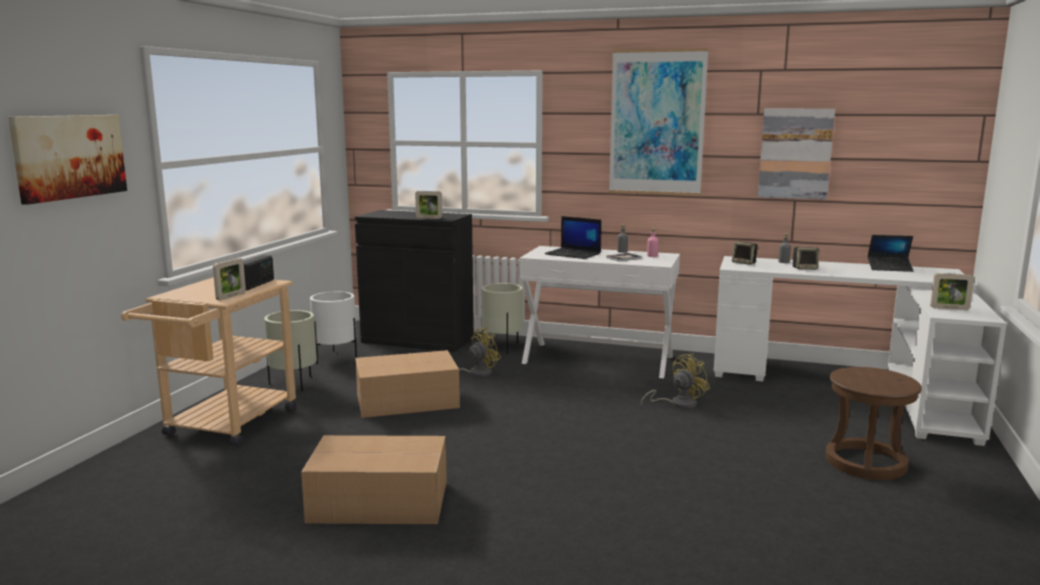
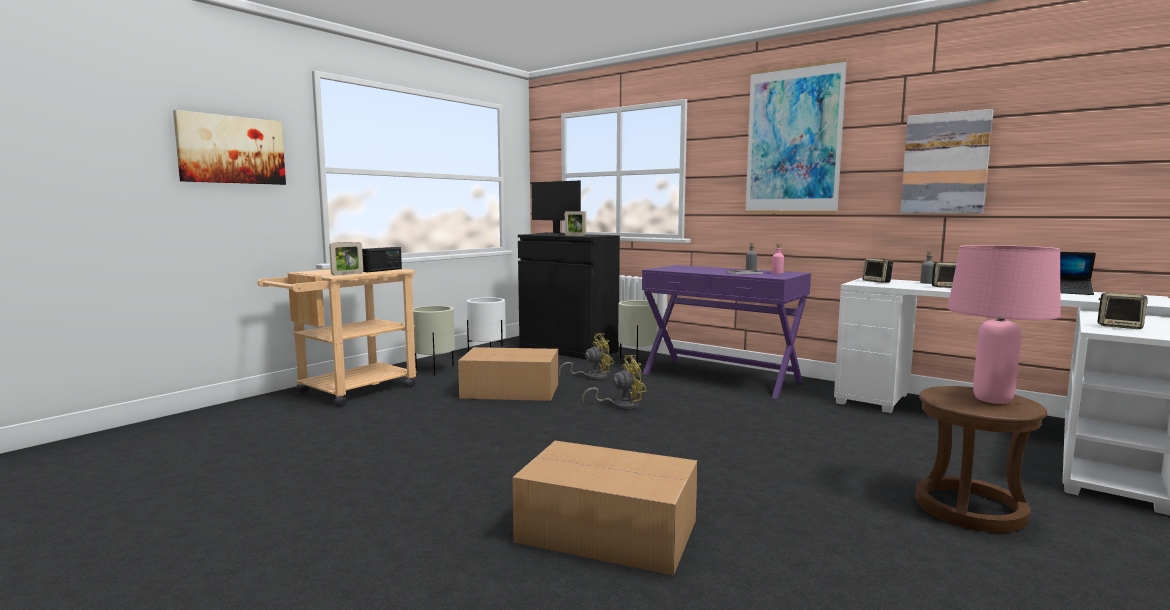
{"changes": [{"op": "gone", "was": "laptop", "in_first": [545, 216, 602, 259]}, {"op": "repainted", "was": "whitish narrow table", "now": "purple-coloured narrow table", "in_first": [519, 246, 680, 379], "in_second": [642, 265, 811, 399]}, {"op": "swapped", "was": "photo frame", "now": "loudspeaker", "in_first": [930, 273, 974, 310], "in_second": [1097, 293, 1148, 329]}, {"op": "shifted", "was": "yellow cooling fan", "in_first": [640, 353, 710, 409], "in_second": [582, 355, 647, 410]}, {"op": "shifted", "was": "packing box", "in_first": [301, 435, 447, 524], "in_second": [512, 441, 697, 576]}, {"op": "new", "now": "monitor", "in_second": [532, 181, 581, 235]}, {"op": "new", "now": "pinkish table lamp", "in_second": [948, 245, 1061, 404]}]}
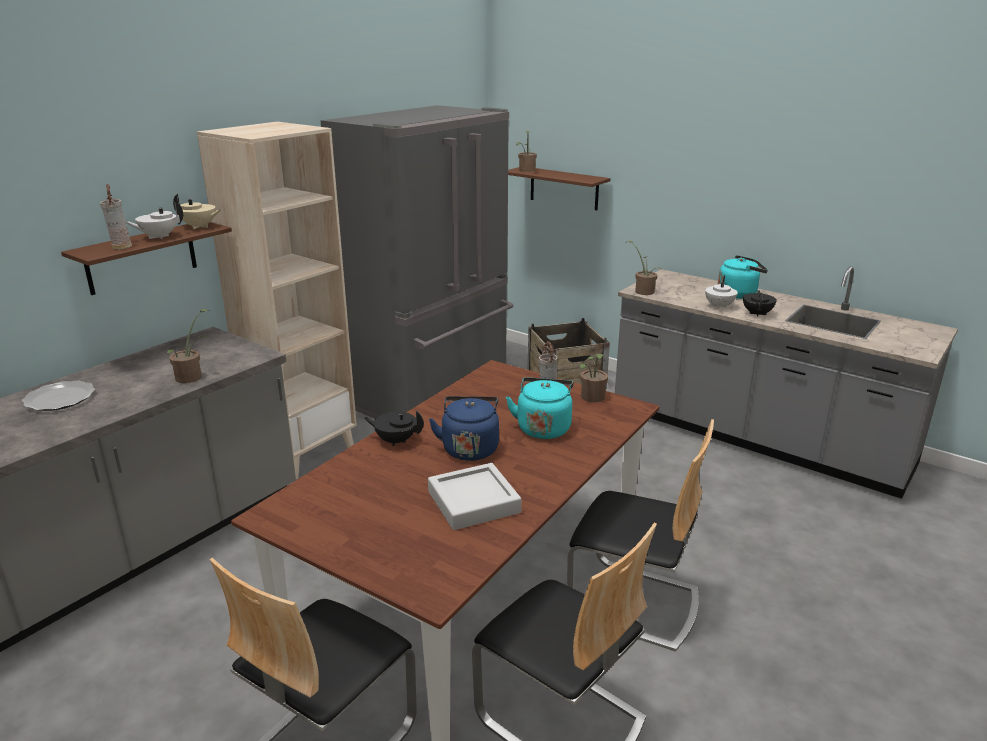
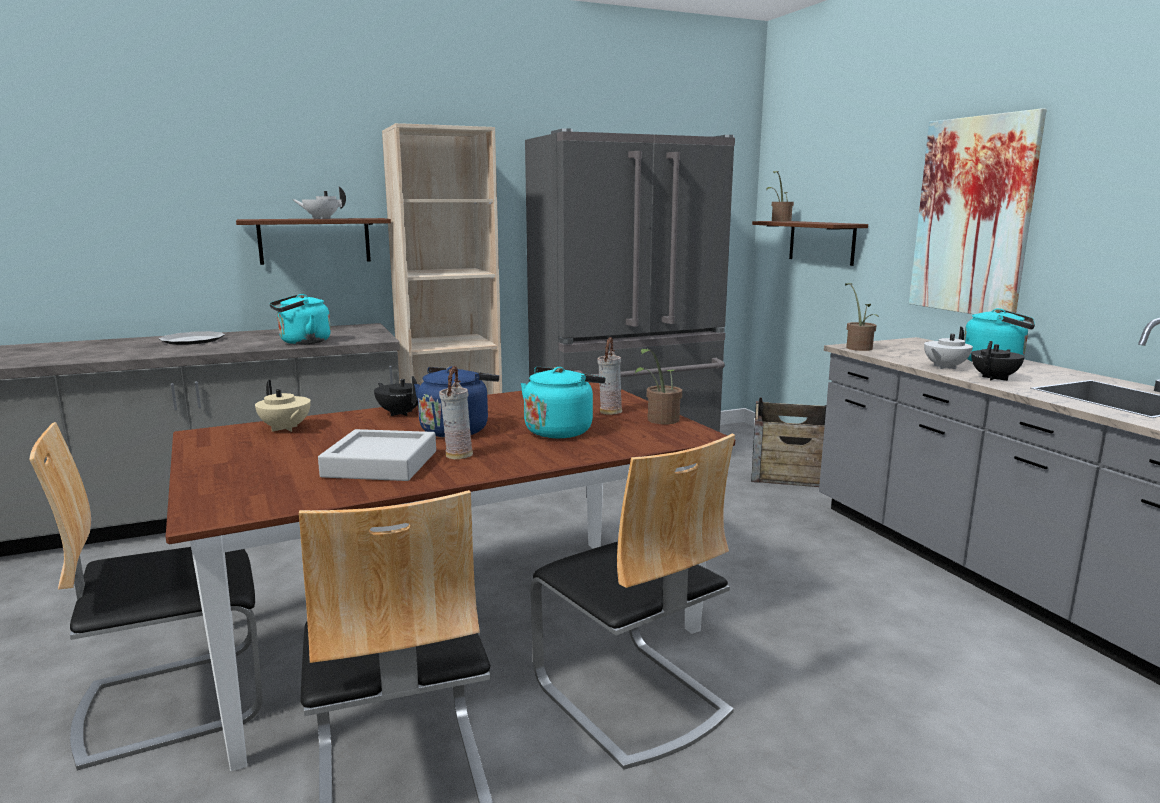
{"changes": [{"op": "shifted", "was": "decorative vase", "in_first": [100, 184, 132, 249], "in_second": [439, 366, 473, 459]}, {"op": "shifted", "was": "beige tea pot", "in_first": [173, 194, 221, 229], "in_second": [255, 380, 311, 432]}, {"op": "swapped", "was": "potted plant", "now": "turquoise-coloured kettle", "in_first": [167, 309, 207, 383], "in_second": [269, 294, 331, 345]}, {"op": "new", "now": "wall picture", "in_second": [909, 108, 1047, 314]}]}
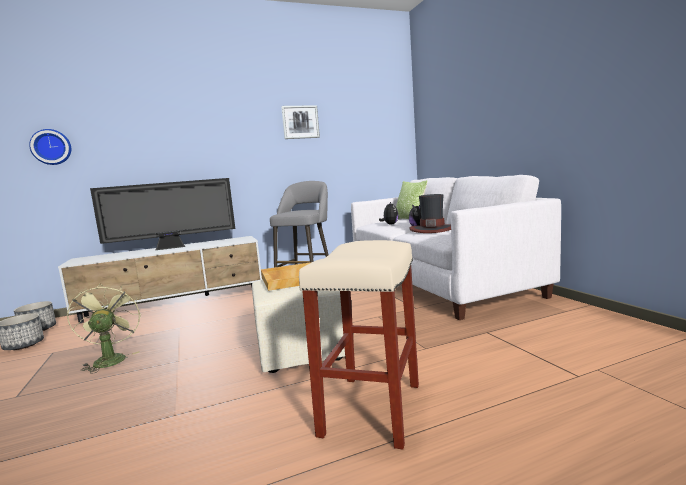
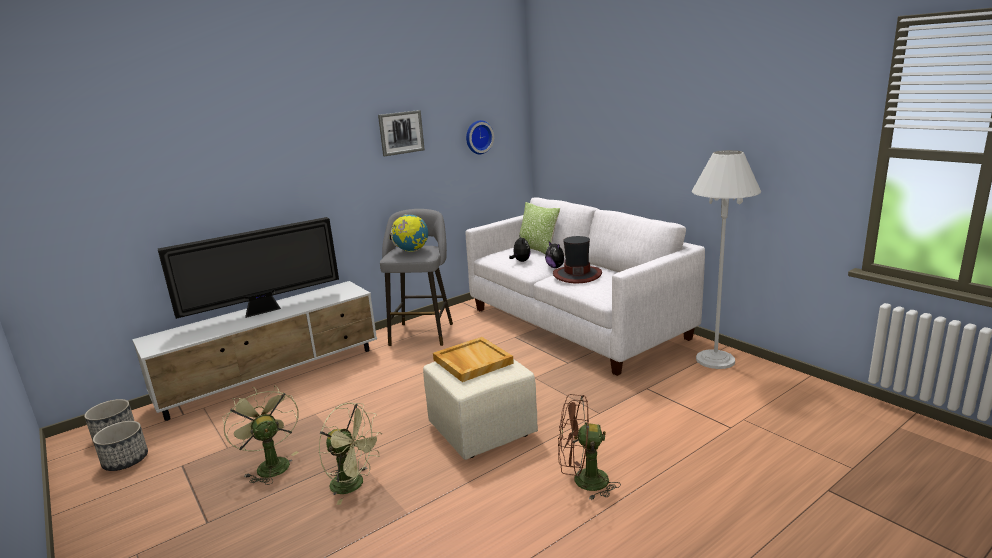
{"changes": [{"op": "shifted", "was": "clock on the wall", "in_first": [29, 129, 71, 165], "in_second": [466, 120, 494, 154]}, {"op": "swapped", "was": "beige stool seat", "now": "brownish cooling fan", "in_first": [299, 240, 419, 449], "in_second": [558, 394, 621, 500]}, {"op": "new", "now": "whitish standard lamp", "in_second": [692, 150, 761, 369]}, {"op": "new", "now": "world globe", "in_second": [389, 214, 428, 252]}, {"op": "new", "now": "green cooling fan", "in_second": [319, 403, 382, 505]}]}
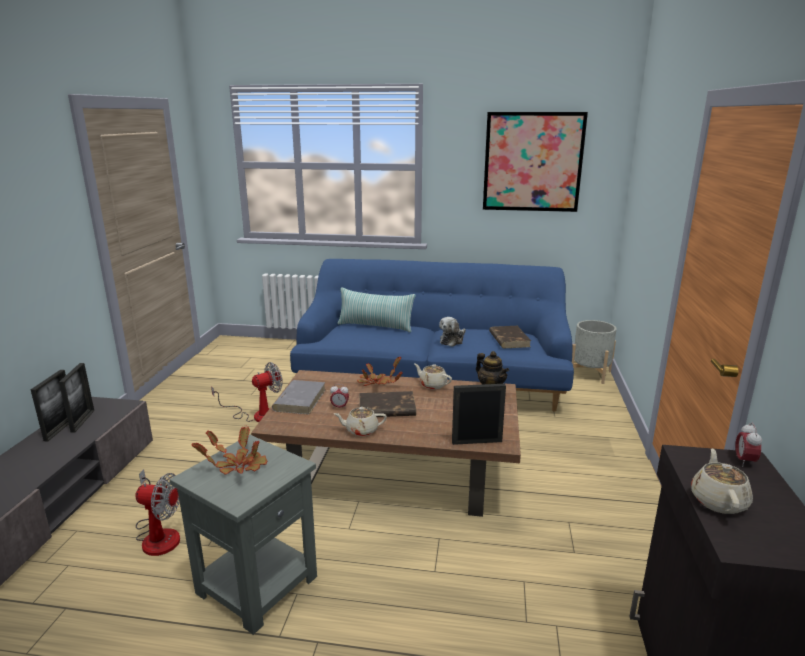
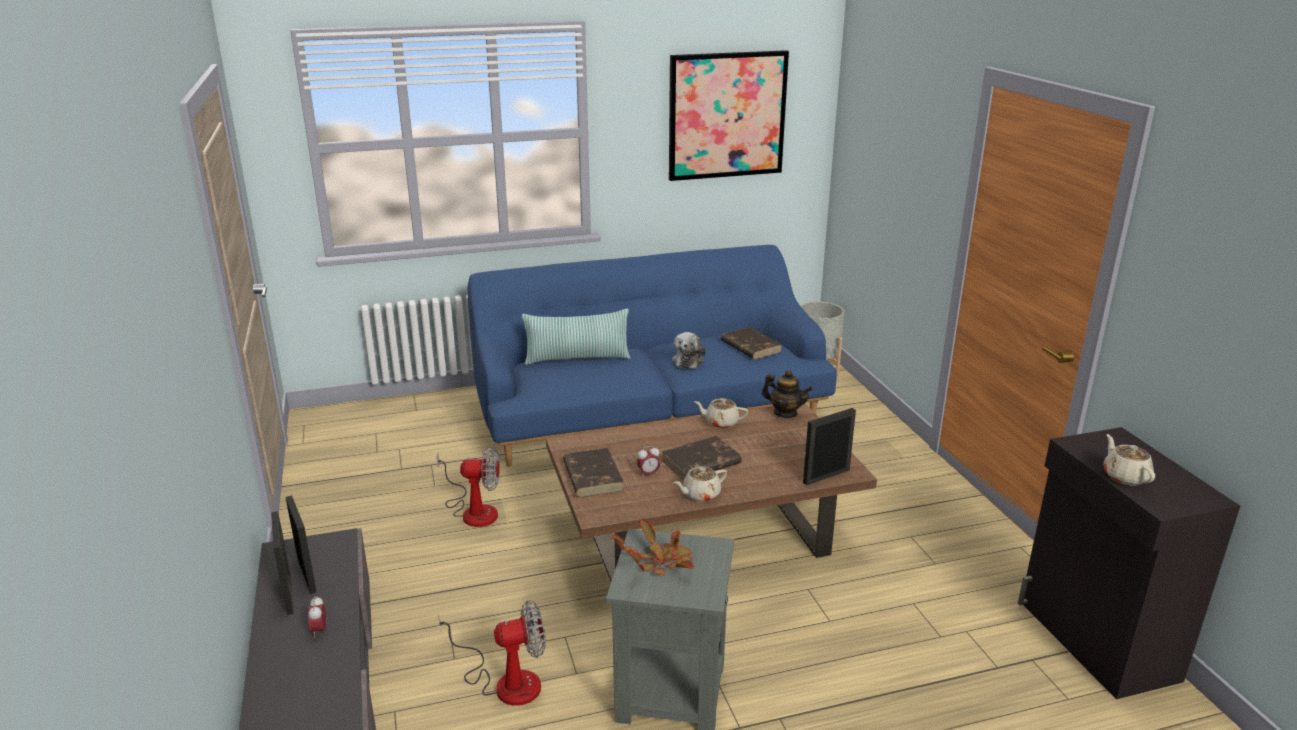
{"changes": [{"op": "gone", "was": "potted plant", "in_first": [357, 357, 403, 386]}, {"op": "rotated", "was": "cooling fan", "in_first": [211, 362, 283, 422], "in_second": [436, 447, 500, 527], "clockwise": 60}, {"op": "repainted", "was": "greyish volume", "now": "brownish volume", "in_first": [272, 380, 326, 415], "in_second": [563, 448, 624, 497]}, {"op": "shifted", "was": "alarm clock", "in_first": [735, 423, 762, 467], "in_second": [308, 597, 326, 638]}]}
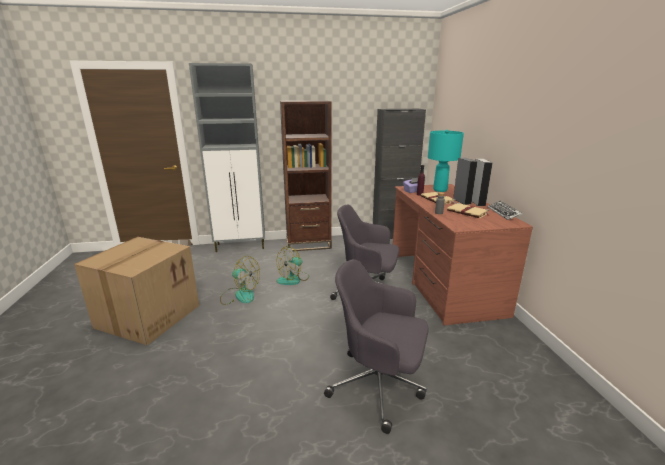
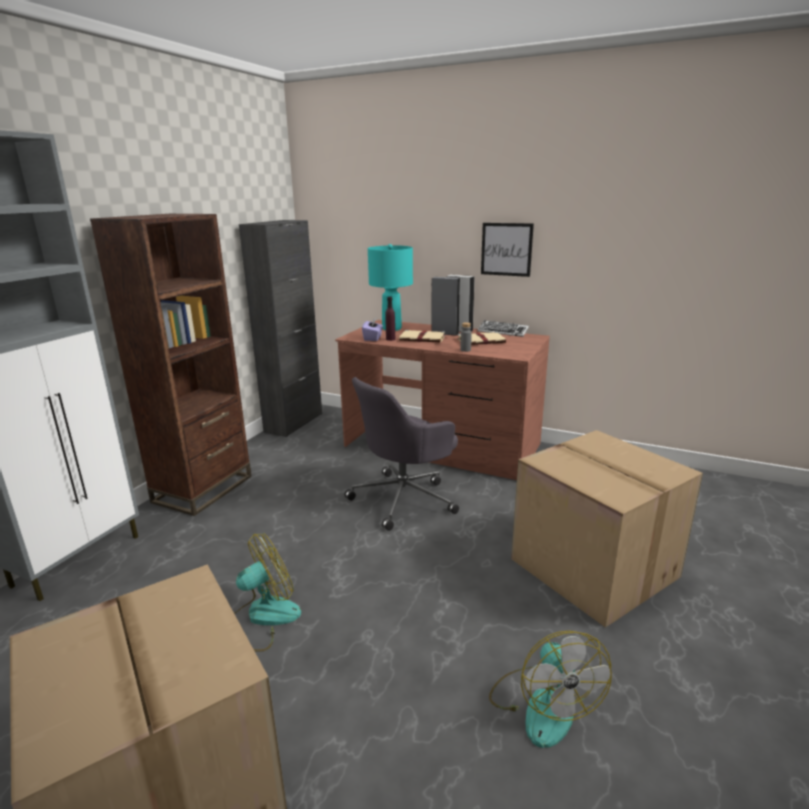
{"changes": [{"op": "shifted", "was": "cooling fan", "in_first": [276, 246, 310, 285], "in_second": [489, 631, 612, 748]}, {"op": "swapped", "was": "greyish computer chair", "now": "packing box", "in_first": [324, 259, 428, 434], "in_second": [511, 430, 703, 628]}, {"op": "new", "now": "wall picture", "in_second": [481, 223, 534, 277]}]}
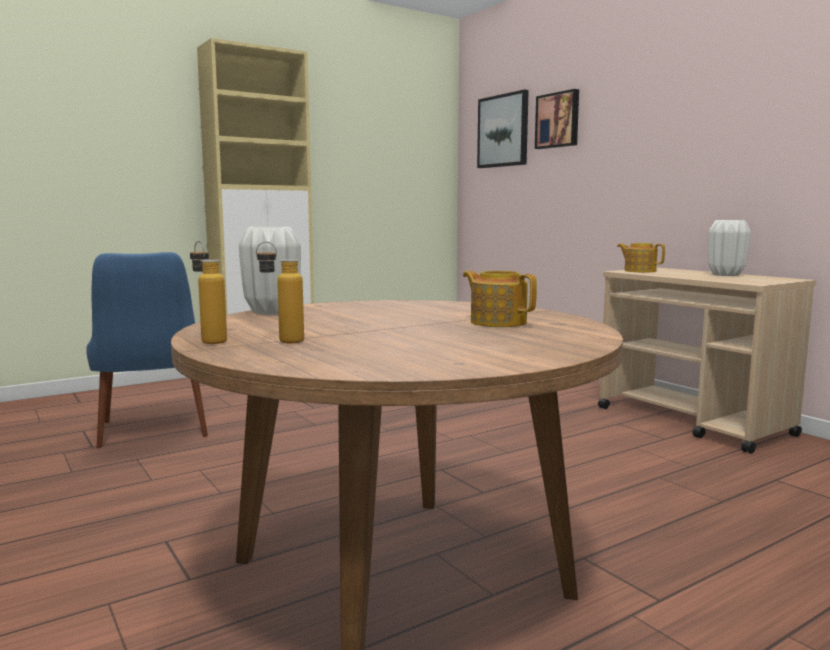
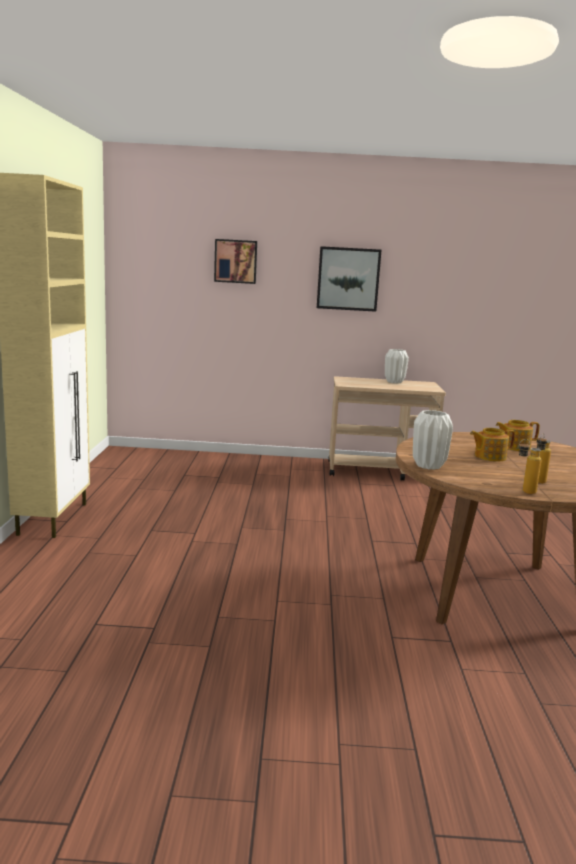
{"changes": [{"op": "shifted", "was": "wall picture", "in_first": [477, 89, 529, 168], "in_second": [317, 246, 382, 312]}, {"op": "shifted", "was": "tea pot", "in_first": [617, 243, 665, 273], "in_second": [470, 428, 515, 462]}, {"op": "gone", "was": "blue-coloured chair", "in_first": [86, 252, 208, 448]}]}
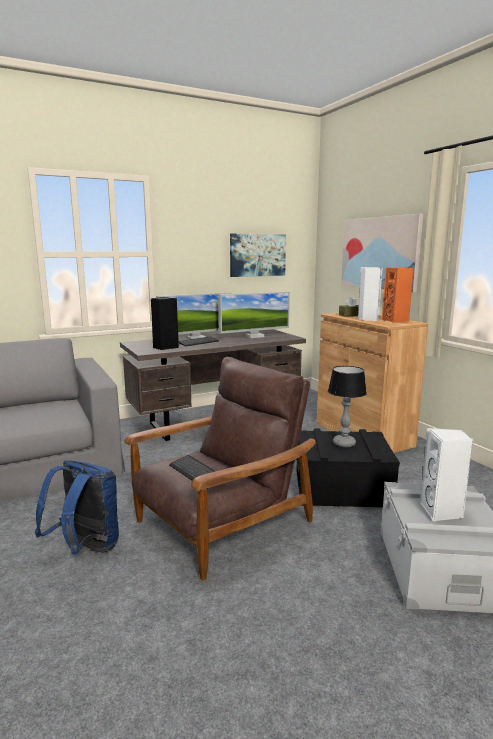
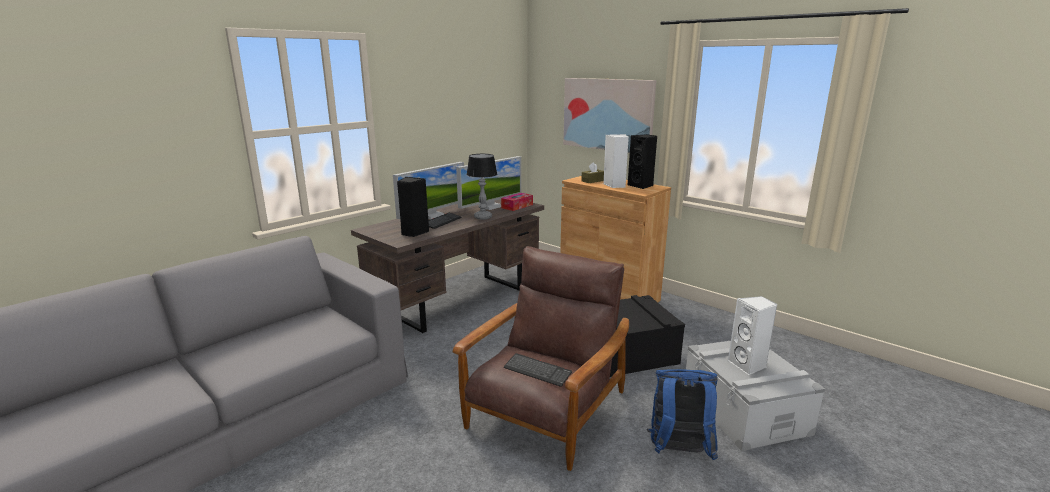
{"changes": [{"op": "gone", "was": "wall picture", "in_first": [230, 234, 286, 277]}, {"op": "repainted", "was": "orangey loudspeaker", "now": "blackish loudspeaker", "in_first": [382, 268, 414, 323], "in_second": [628, 134, 657, 189]}, {"op": "shifted", "was": "table lamp", "in_first": [328, 366, 367, 447], "in_second": [467, 154, 497, 220]}, {"op": "shifted", "was": "blue-coloured backpack", "in_first": [35, 460, 119, 554], "in_second": [647, 369, 718, 460]}, {"op": "new", "now": "tissue holder", "in_second": [501, 193, 533, 211]}]}
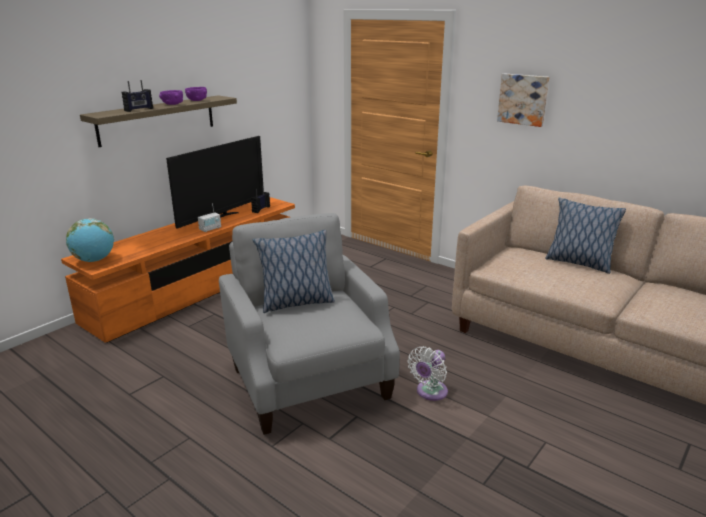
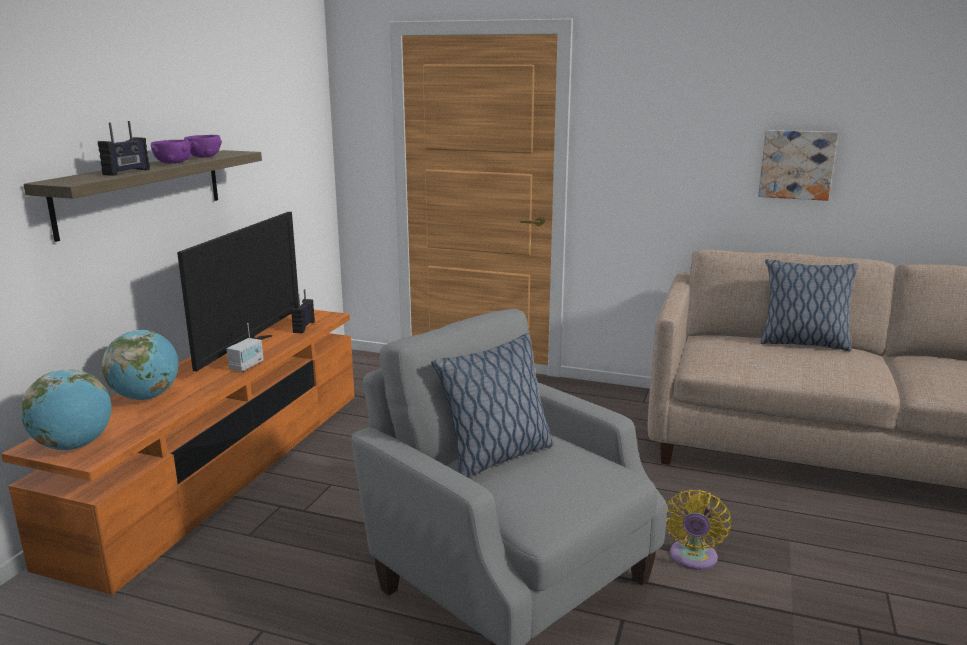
{"changes": [{"op": "shifted", "was": "wall picture", "in_first": [497, 74, 549, 127], "in_second": [758, 130, 838, 201]}, {"op": "repainted", "was": "whitish cooling fan", "now": "yellow cooling fan", "in_first": [408, 346, 448, 401], "in_second": [666, 490, 731, 570]}, {"op": "new", "now": "world globe", "in_second": [102, 330, 179, 400]}]}
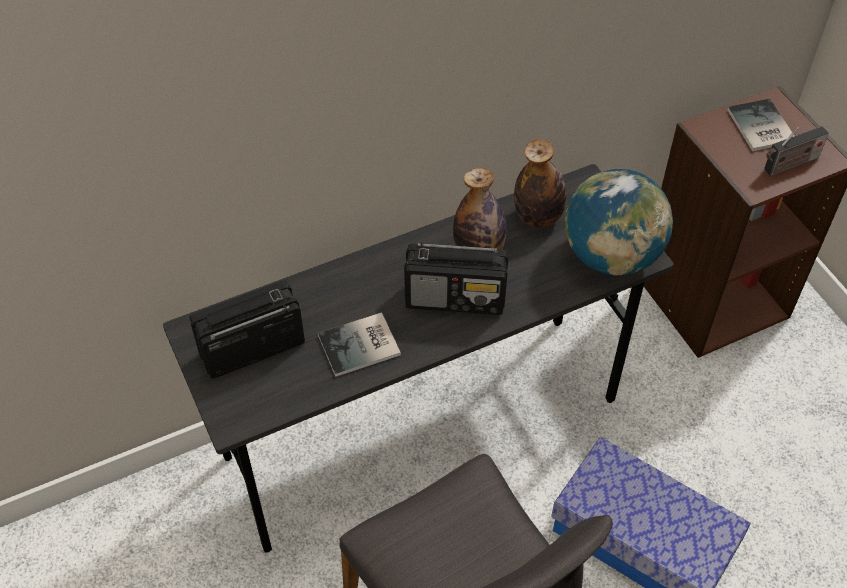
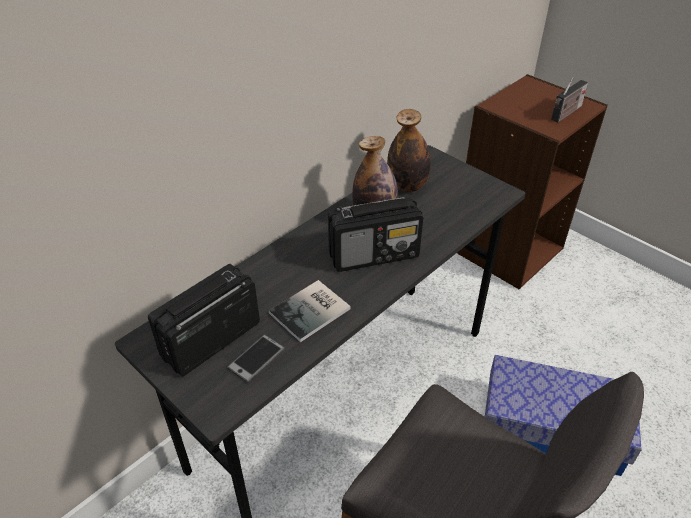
{"changes": [{"op": "gone", "was": "volume", "in_first": [727, 99, 794, 151]}, {"op": "gone", "was": "world globe", "in_first": [565, 169, 673, 275]}, {"op": "new", "now": "handset", "in_second": [227, 334, 285, 383]}]}
